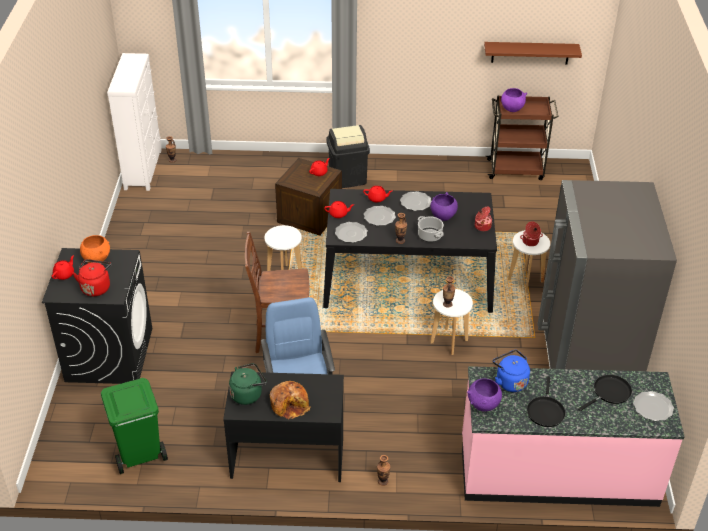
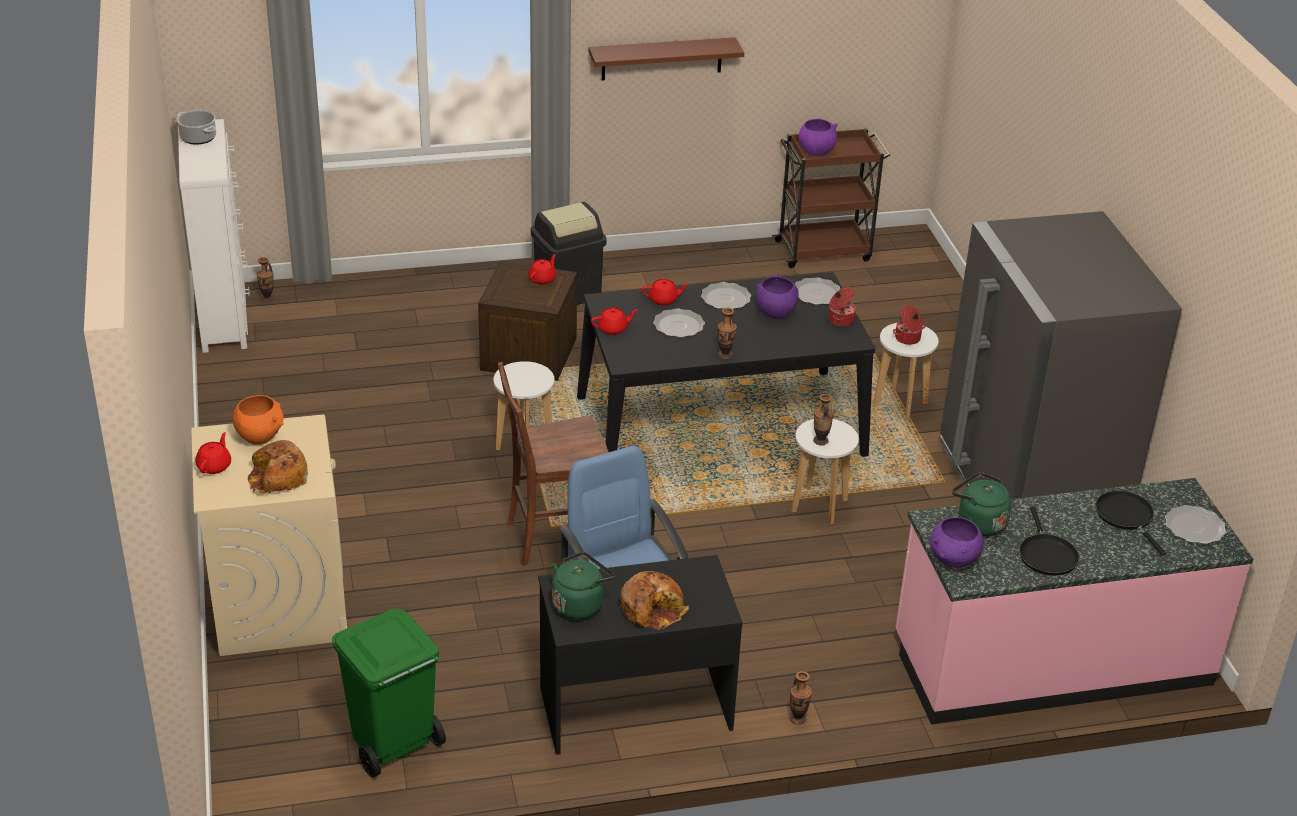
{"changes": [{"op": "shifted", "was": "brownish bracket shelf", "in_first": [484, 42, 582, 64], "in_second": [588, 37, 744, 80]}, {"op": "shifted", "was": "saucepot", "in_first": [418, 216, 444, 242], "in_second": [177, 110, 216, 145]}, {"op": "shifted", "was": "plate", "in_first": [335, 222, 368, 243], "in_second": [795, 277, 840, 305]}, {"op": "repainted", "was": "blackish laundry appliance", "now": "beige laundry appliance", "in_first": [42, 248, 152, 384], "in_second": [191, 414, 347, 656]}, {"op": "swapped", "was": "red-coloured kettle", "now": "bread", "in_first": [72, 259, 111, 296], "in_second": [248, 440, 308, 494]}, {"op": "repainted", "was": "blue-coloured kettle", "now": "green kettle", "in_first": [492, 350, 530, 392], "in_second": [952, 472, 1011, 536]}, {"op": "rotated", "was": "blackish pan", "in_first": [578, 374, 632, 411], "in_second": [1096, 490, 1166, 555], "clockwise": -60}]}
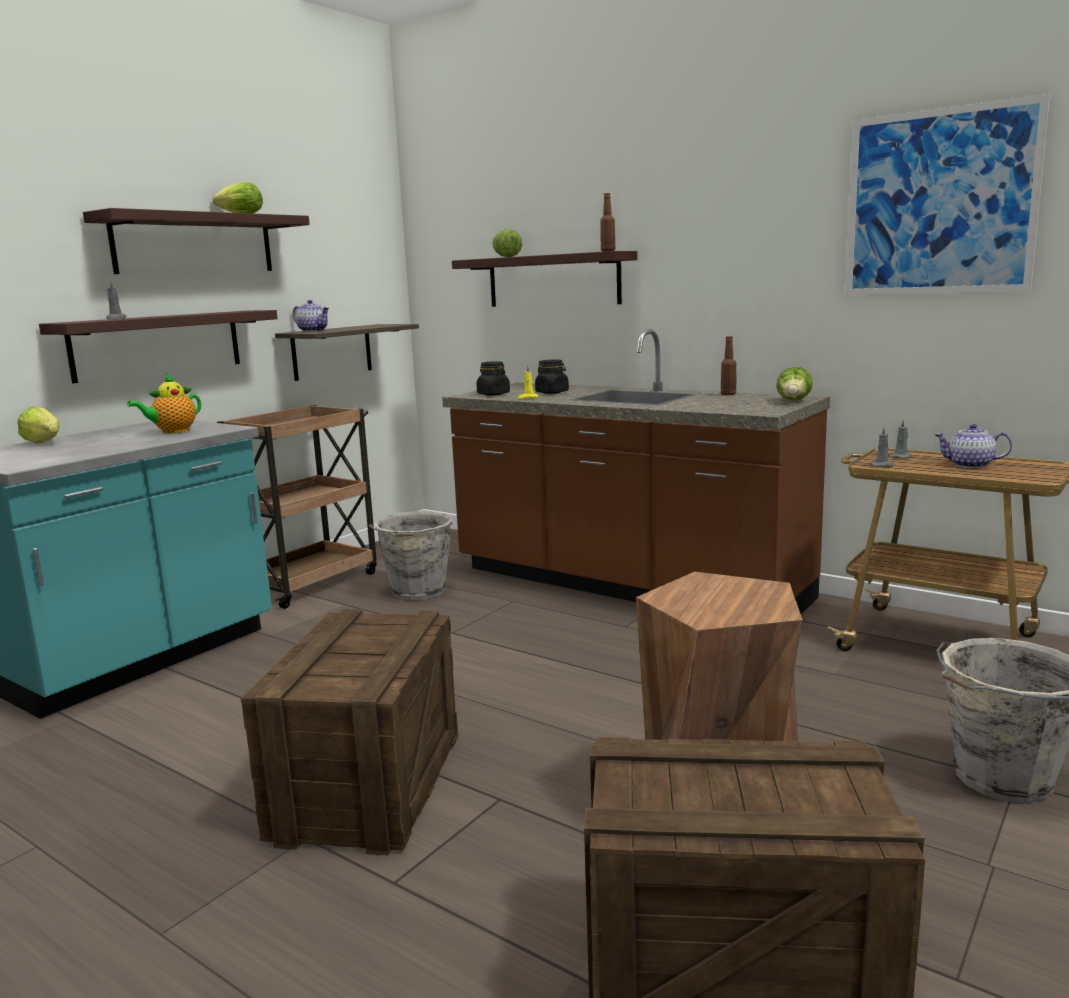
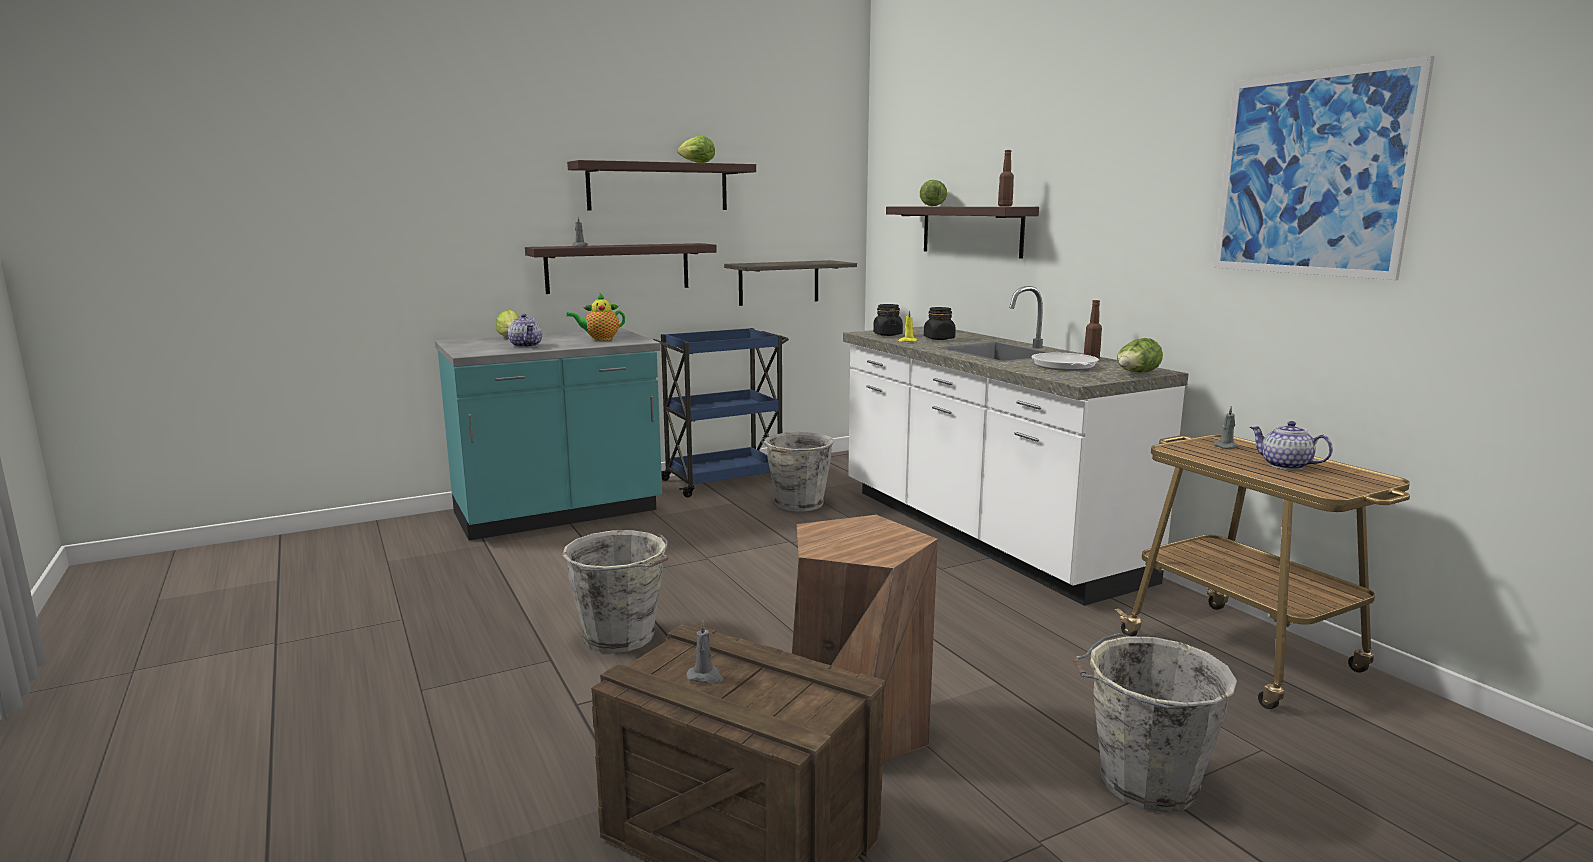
{"changes": [{"op": "shifted", "was": "tea pot", "in_first": [293, 300, 329, 332], "in_second": [508, 314, 542, 347]}, {"op": "repainted", "was": "brownish kitchen base unit", "now": "whitish kitchen base unit", "in_first": [442, 329, 830, 614], "in_second": [843, 286, 1189, 606]}, {"op": "repainted", "was": "brownish wheeled cart", "now": "blue-coloured wheeled cart", "in_first": [217, 405, 377, 609], "in_second": [653, 328, 789, 498]}, {"op": "shifted", "was": "greyish wax light", "in_first": [870, 425, 896, 467], "in_second": [686, 620, 724, 684]}, {"op": "swapped", "was": "shipping crate", "now": "greyish bucket", "in_first": [241, 609, 459, 855], "in_second": [562, 530, 668, 653]}, {"op": "new", "now": "pan", "in_second": [1031, 353, 1099, 371]}]}
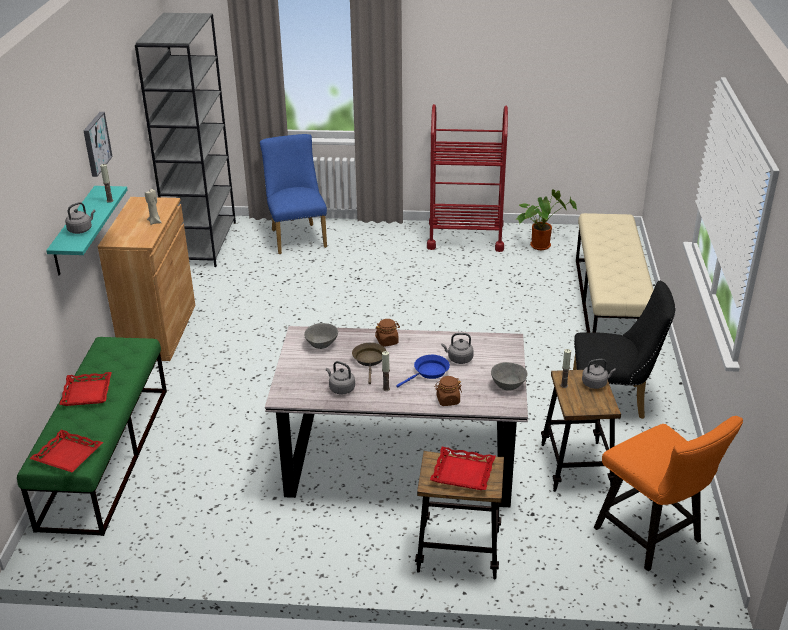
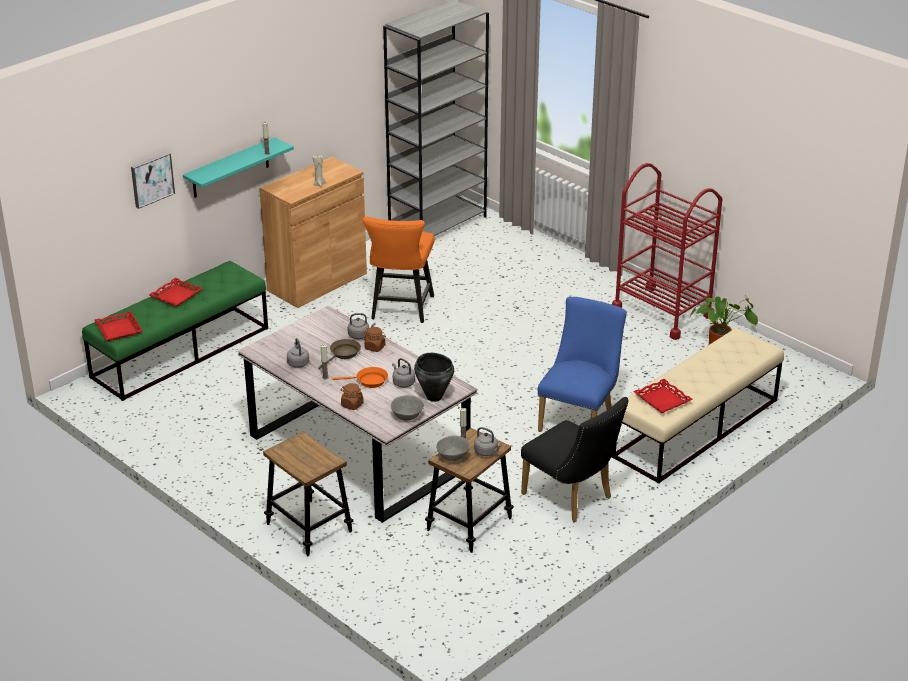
{"changes": [{"op": "shifted", "was": "wall picture", "in_first": [84, 112, 113, 177], "in_second": [131, 152, 175, 209]}, {"op": "shifted", "was": "blue-coloured chair", "in_first": [260, 134, 327, 254], "in_second": [538, 297, 627, 432]}, {"op": "shifted", "was": "greyish kettle", "in_first": [65, 202, 95, 234], "in_second": [348, 313, 376, 339]}, {"op": "shifted", "was": "greyish serving bowl", "in_first": [304, 323, 338, 349], "in_second": [436, 436, 470, 461]}, {"op": "repainted", "was": "blue-coloured pan", "now": "orangey pan", "in_first": [396, 355, 450, 388], "in_second": [332, 367, 388, 388]}, {"op": "shifted", "was": "orangey chair", "in_first": [594, 416, 743, 571], "in_second": [362, 217, 435, 323]}, {"op": "shifted", "was": "red-coloured tray", "in_first": [430, 447, 495, 490], "in_second": [633, 379, 693, 413]}, {"op": "new", "now": "blackish saucepot", "in_second": [414, 353, 454, 402]}]}
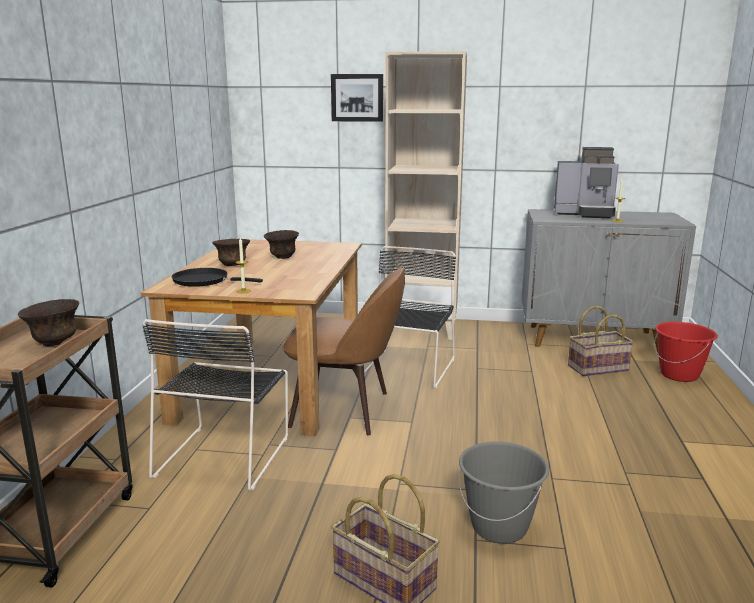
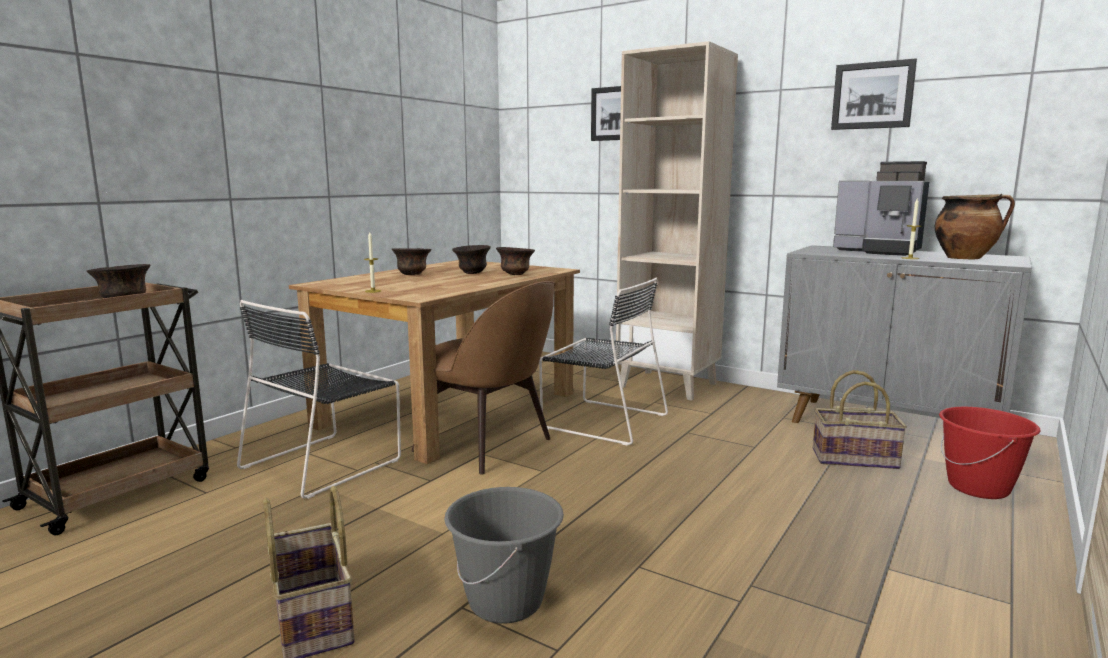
{"changes": [{"op": "rotated", "was": "blackish chair", "in_first": [364, 246, 456, 388], "in_second": [539, 277, 668, 446], "clockwise": 75}, {"op": "gone", "was": "blackish pan", "in_first": [171, 268, 263, 287]}, {"op": "new", "now": "wall picture", "in_second": [831, 59, 917, 130]}, {"op": "new", "now": "saucepot", "in_second": [935, 194, 1015, 259]}, {"op": "new", "now": "brownish serving bowl", "in_second": [496, 247, 535, 275]}]}
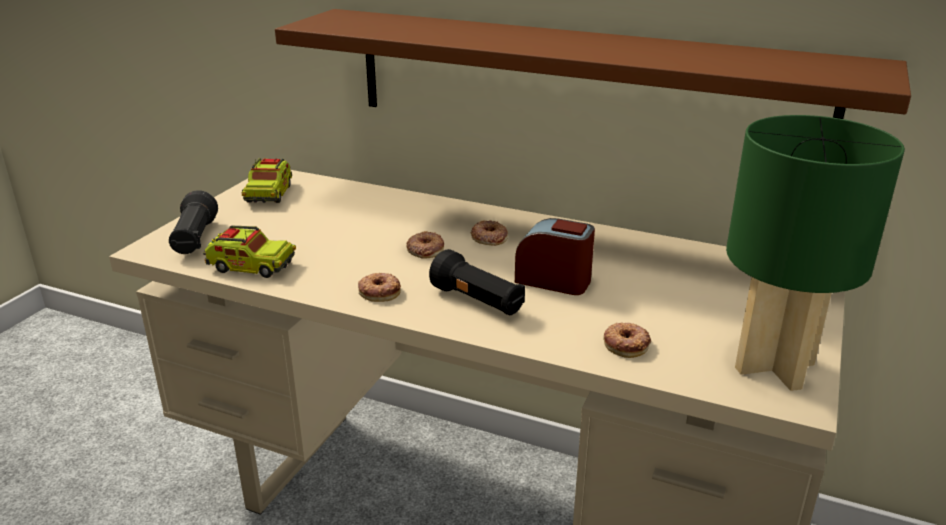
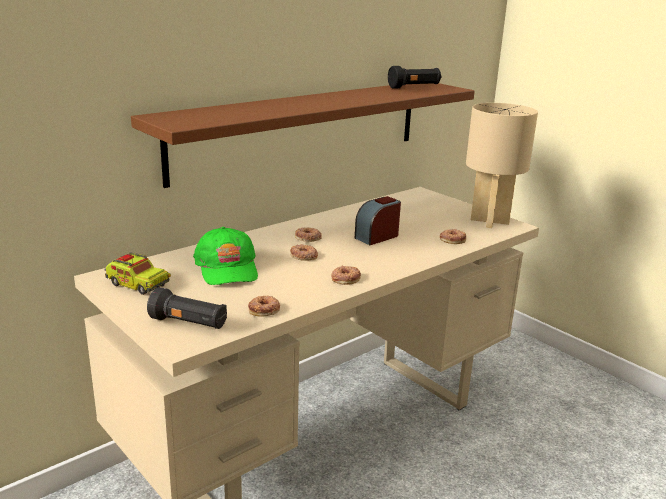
{"changes": [{"op": "repainted", "was": "green table lamp", "now": "beige table lamp", "in_first": [726, 115, 905, 391], "in_second": [466, 103, 538, 228]}, {"op": "swapped", "was": "model truck", "now": "doughnut", "in_first": [203, 226, 296, 278], "in_second": [248, 296, 280, 317]}, {"op": "shifted", "was": "blackish flashlight", "in_first": [429, 249, 525, 315], "in_second": [388, 66, 441, 89]}, {"op": "new", "now": "green peaked cap", "in_second": [193, 227, 258, 285]}]}
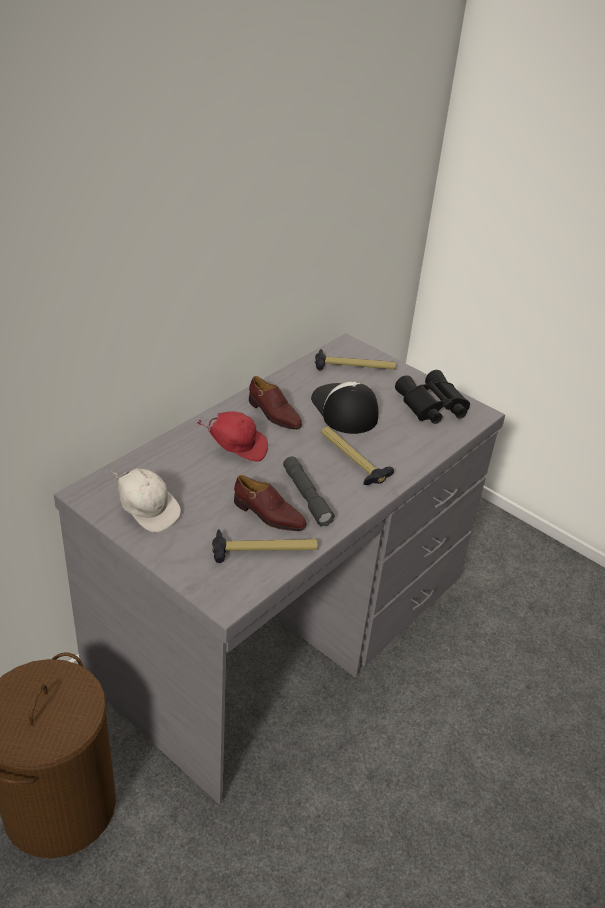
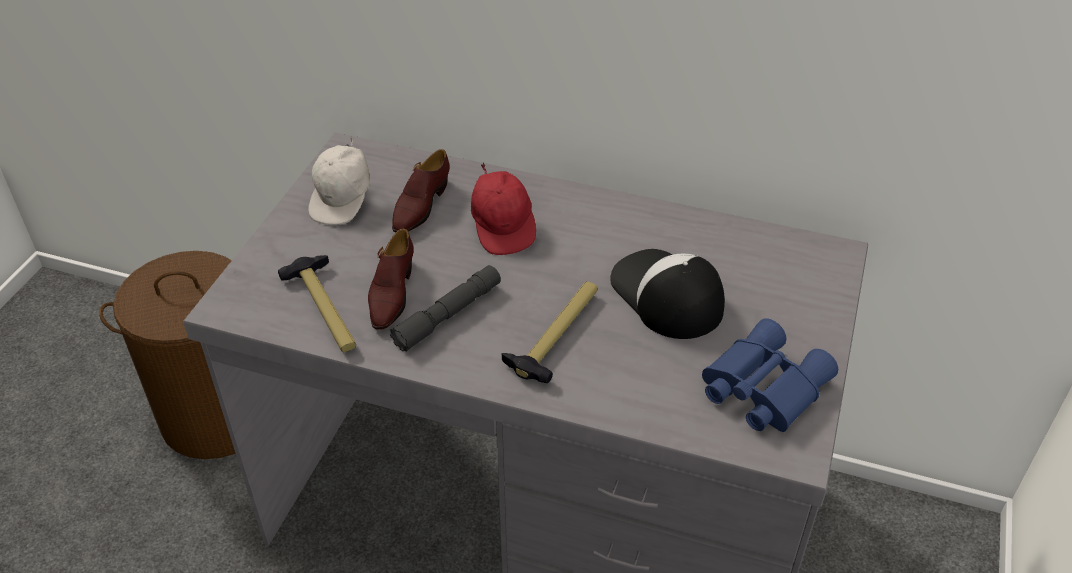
{"changes": [{"op": "gone", "was": "tool hammer", "in_first": [315, 349, 396, 370]}, {"op": "repainted", "was": "blackish field glasses", "now": "blue-coloured field glasses", "in_first": [395, 370, 470, 424], "in_second": [702, 318, 838, 432]}, {"op": "shifted", "was": "brownish low shoe", "in_first": [249, 376, 302, 430], "in_second": [392, 149, 450, 233]}, {"op": "rotated", "was": "peaked cap", "in_first": [311, 382, 379, 434], "in_second": [610, 249, 725, 339], "clockwise": -75}]}
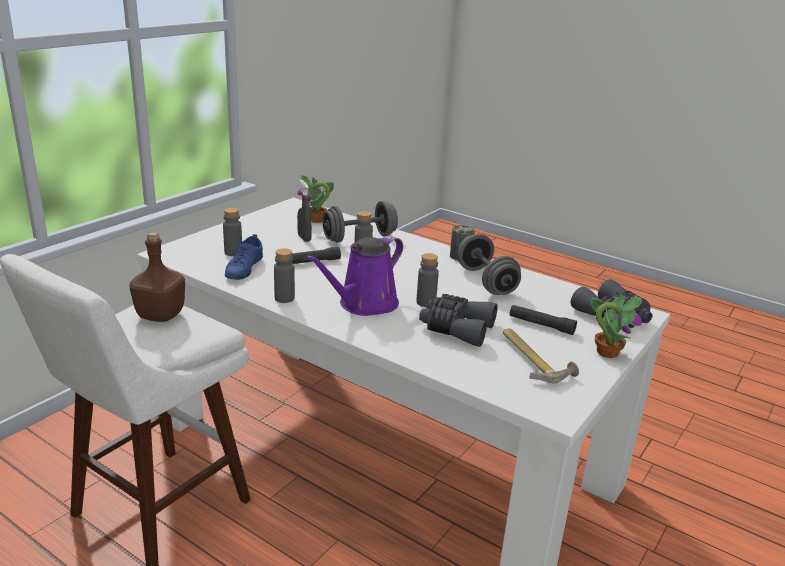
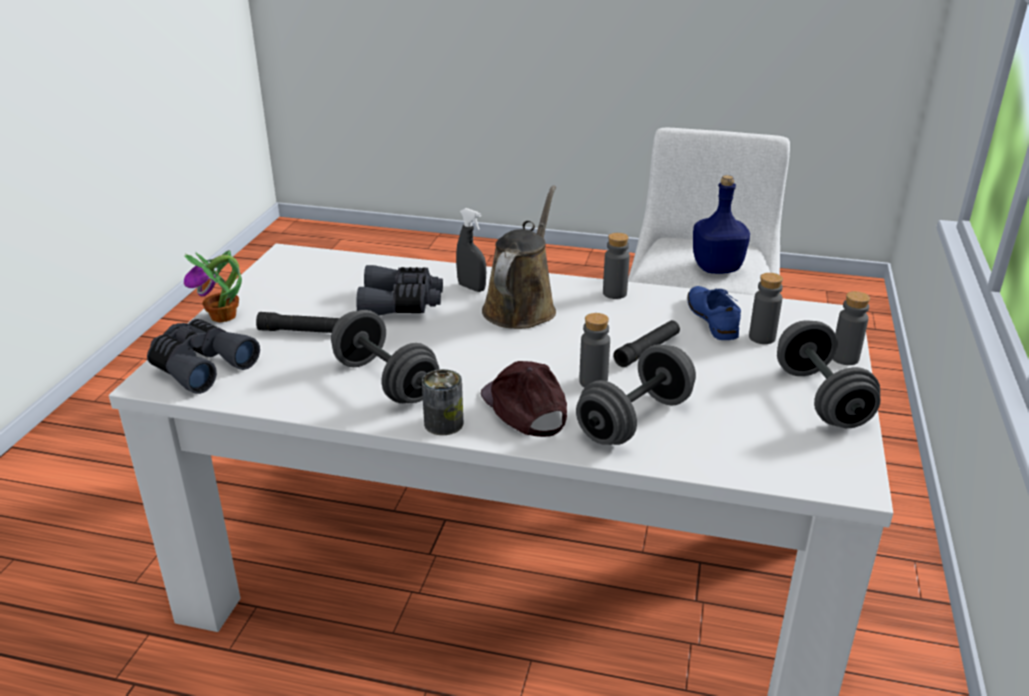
{"changes": [{"op": "gone", "was": "potted plant", "in_first": [297, 175, 334, 223]}, {"op": "shifted", "was": "greyish hand sprayer", "in_first": [297, 180, 312, 242], "in_second": [456, 208, 486, 292]}, {"op": "repainted", "was": "brownish beverage bottle", "now": "blue-coloured beverage bottle", "in_first": [129, 232, 185, 322], "in_second": [693, 175, 750, 274]}, {"op": "repainted", "was": "purple-coloured watering pot", "now": "brownish watering pot", "in_first": [306, 236, 403, 316], "in_second": [482, 186, 556, 329]}, {"op": "shifted", "was": "greyish beverage bottle", "in_first": [416, 253, 439, 307], "in_second": [833, 291, 870, 365]}, {"op": "gone", "was": "tool hammer", "in_first": [503, 328, 579, 383]}, {"op": "new", "now": "greyish hand weight", "in_second": [777, 320, 881, 428]}, {"op": "new", "now": "brownish peaked cap", "in_second": [481, 361, 567, 437]}]}
